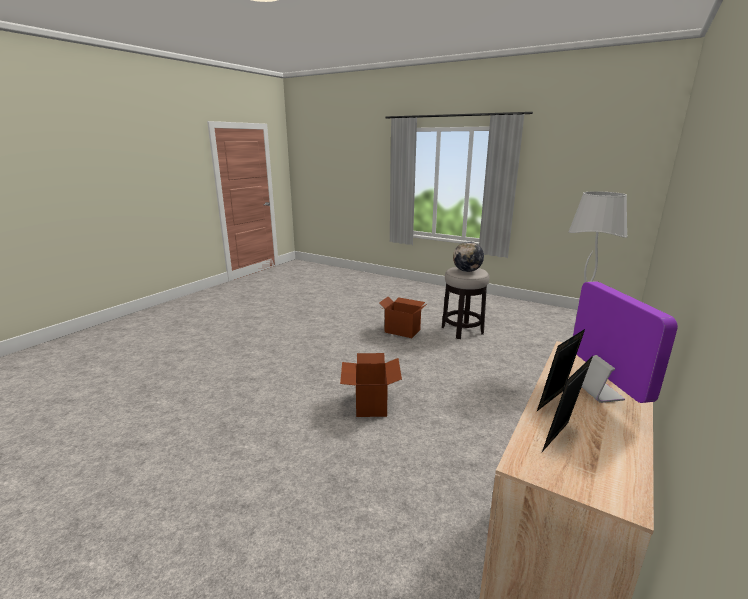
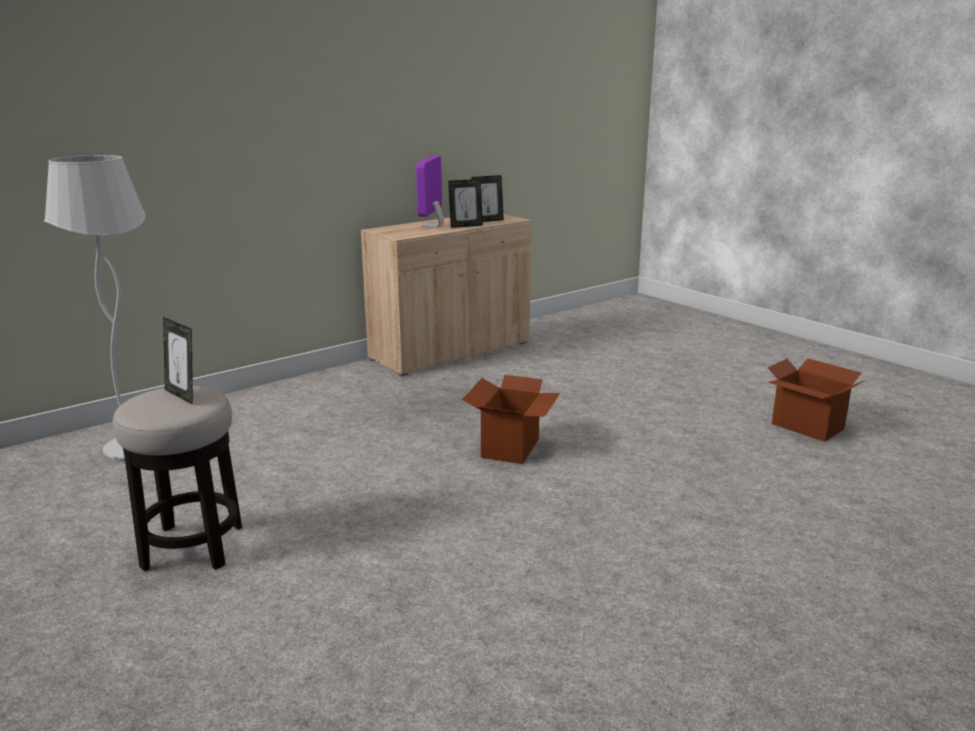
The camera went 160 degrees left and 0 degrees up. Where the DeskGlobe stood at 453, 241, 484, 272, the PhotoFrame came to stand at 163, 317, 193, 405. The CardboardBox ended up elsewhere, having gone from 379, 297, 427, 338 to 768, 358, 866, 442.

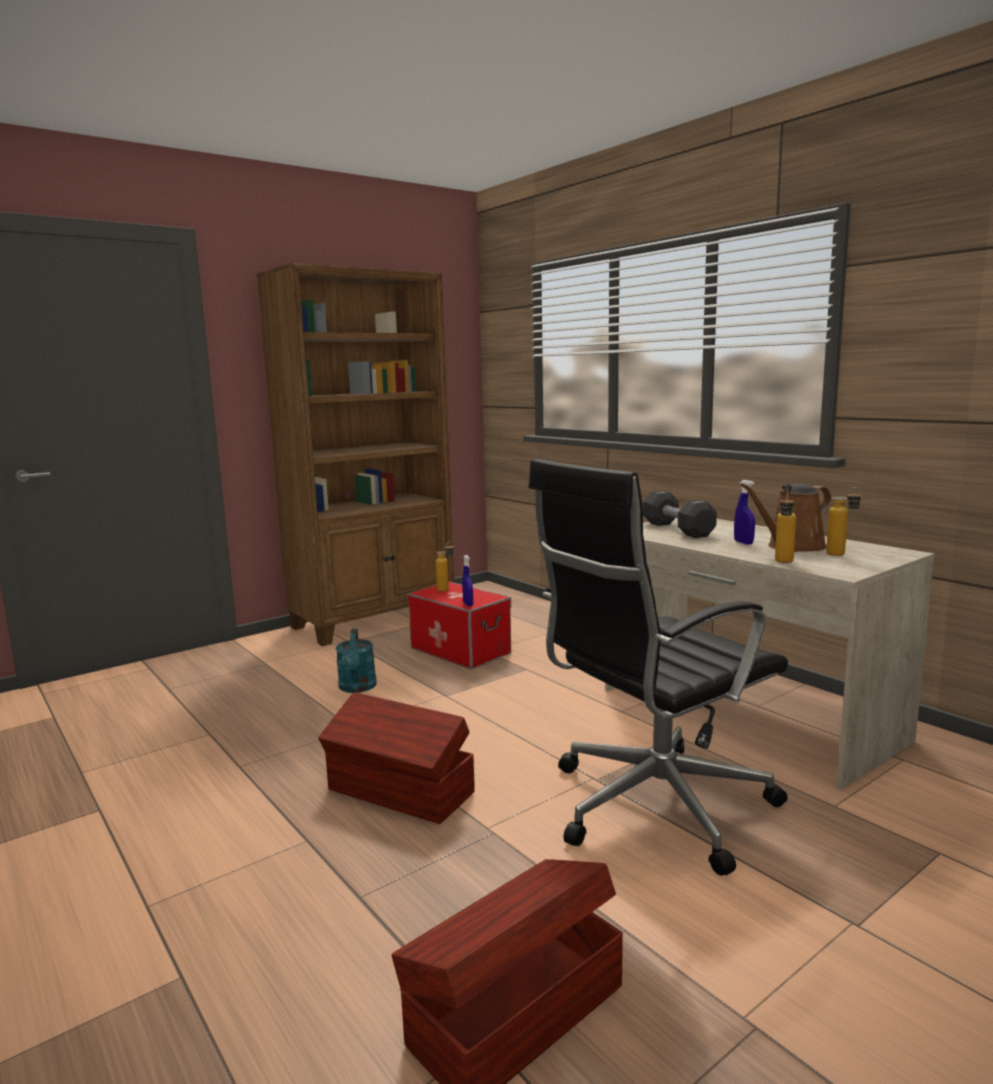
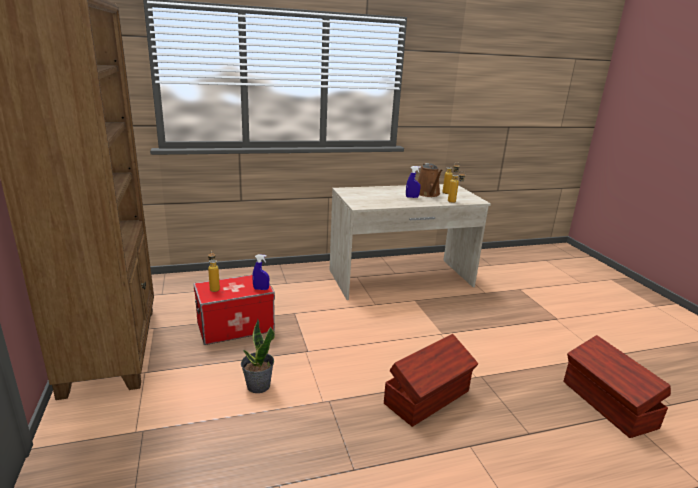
The camera went 70 degrees left and 10 degrees up. The second view lost the BlackOfficeChair at 528, 459, 788, 876. The second view lost the BlackFreeWeight at 643, 491, 717, 538. Where the TurquoiseSprinklingCan stood at 336, 629, 377, 693, the PottedPlant came to stand at 241, 319, 275, 393.

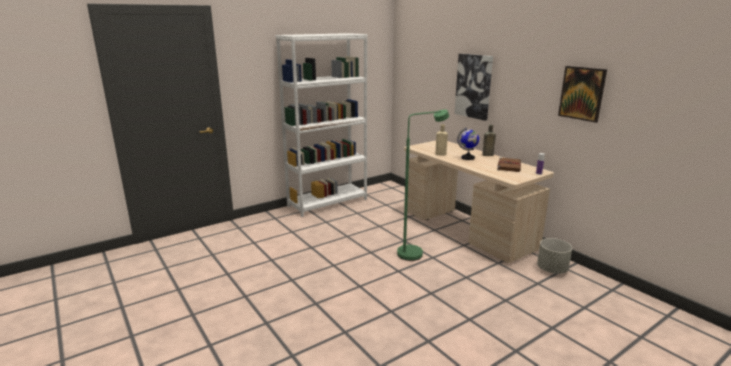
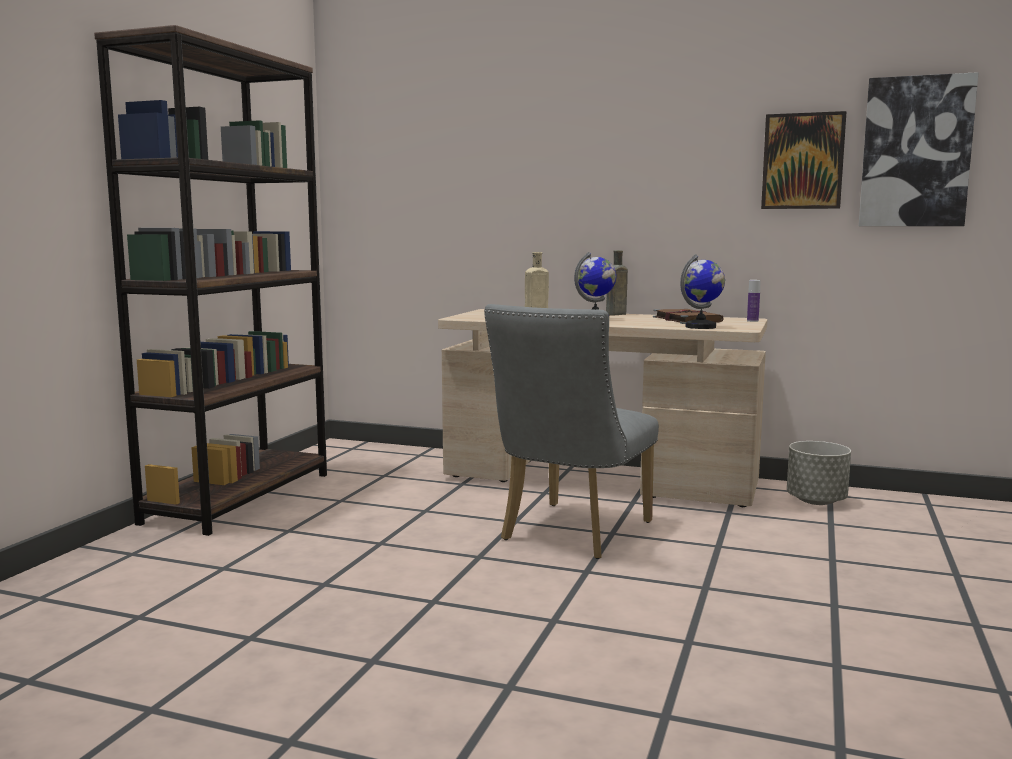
The camera went 35 degrees left and 10 degrees down. What was the WhiteColouredBookcase at 276, 33, 368, 217 turned into the BrownColouredBookcase at 94, 25, 327, 536. The WallArt ended up elsewhere, having gone from 454, 54, 493, 121 to 859, 72, 979, 226. Where the GreenFloorLamp stood at 397, 109, 449, 261, the GrayPlainChair came to stand at 484, 304, 659, 559. The second view gained the DeskGlobe at 680, 254, 725, 329.

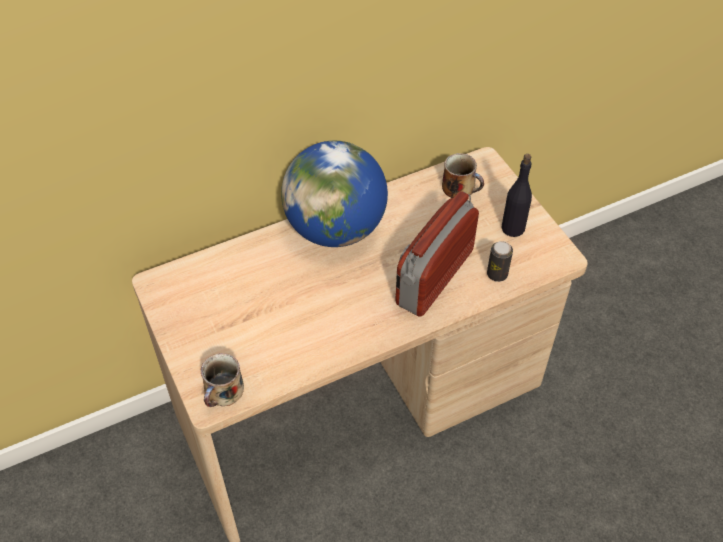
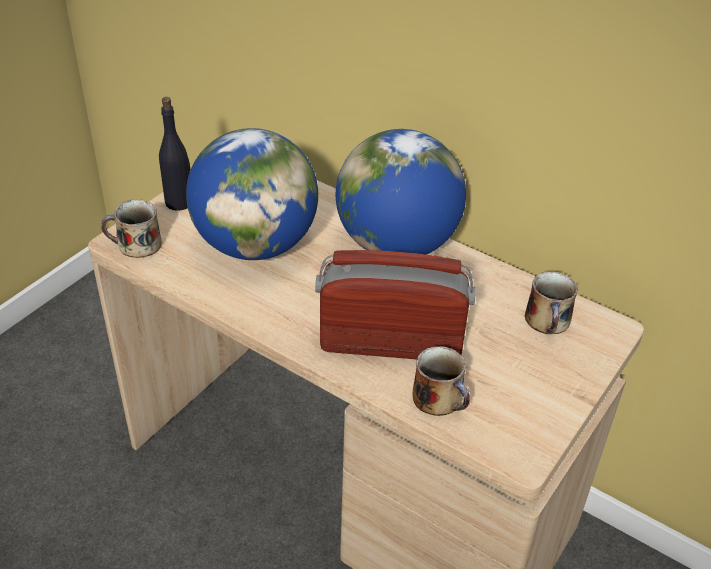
The camera went 60 degrees right and 10 degrees down. The BlackBeverageBottle ended up elsewhere, having gone from 502, 154, 532, 237 to 159, 97, 190, 211. Where the SealedCan stood at 487, 241, 513, 282, the Mug came to stand at 412, 346, 470, 416. The second view gained the DeskGlobe at 186, 128, 318, 260.

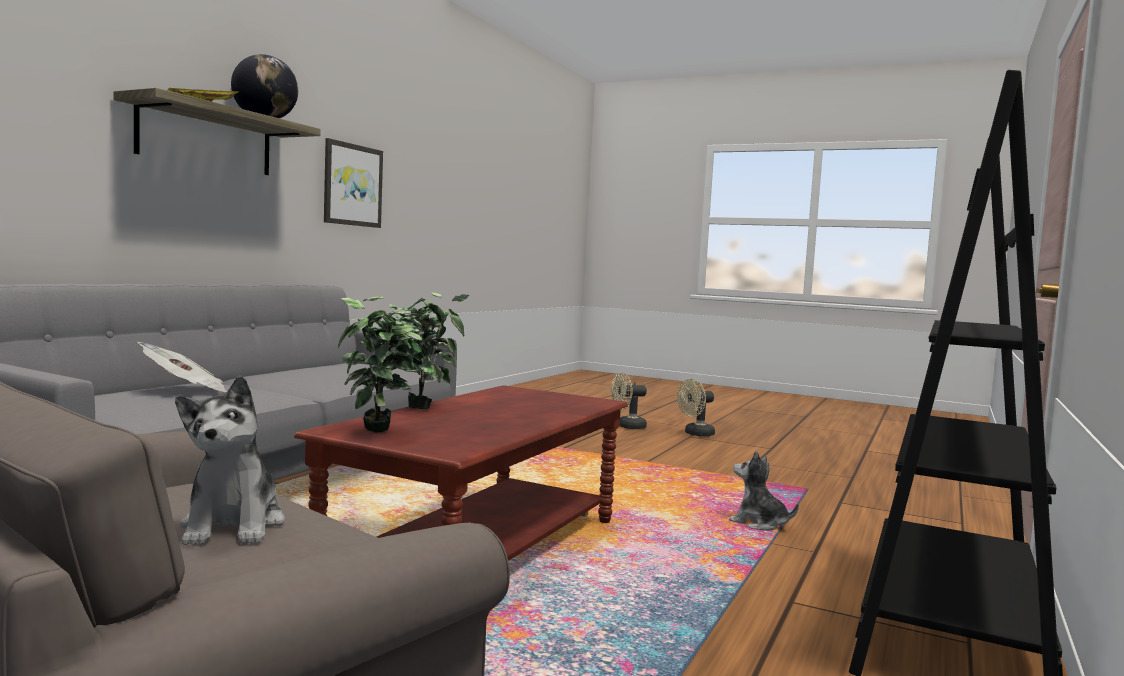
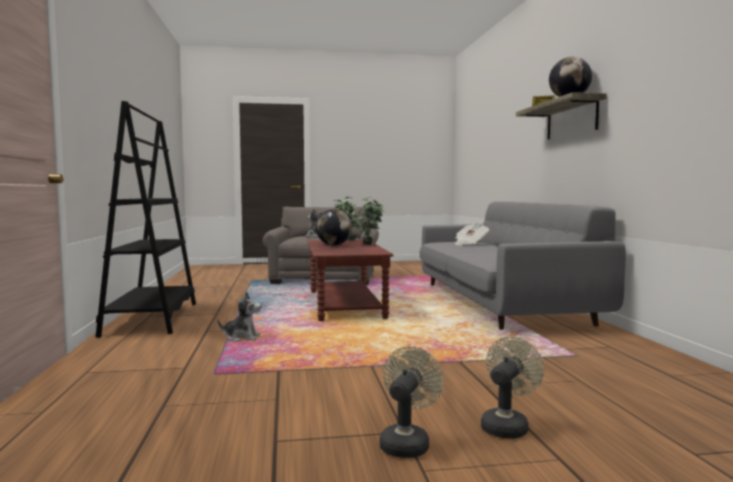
The camera went 145 degrees right and 0 degrees up. The second view lost the WallArt at 324, 138, 383, 228. The second view gained the DeskGlobe at 316, 209, 352, 245.

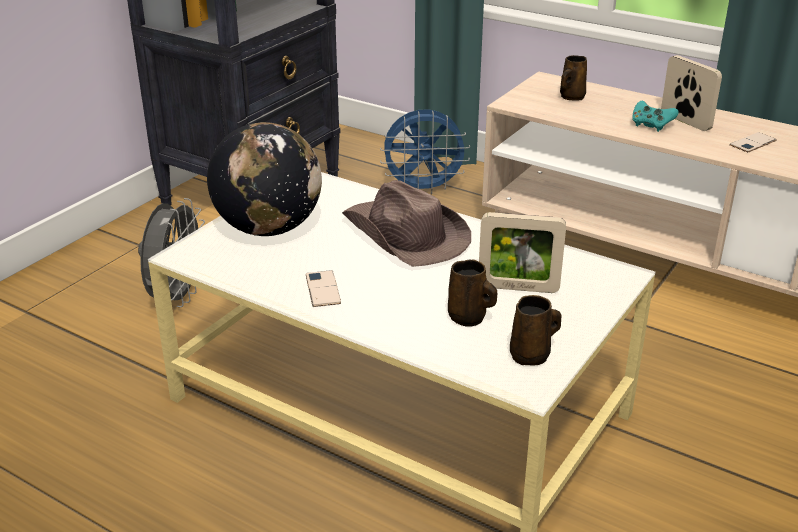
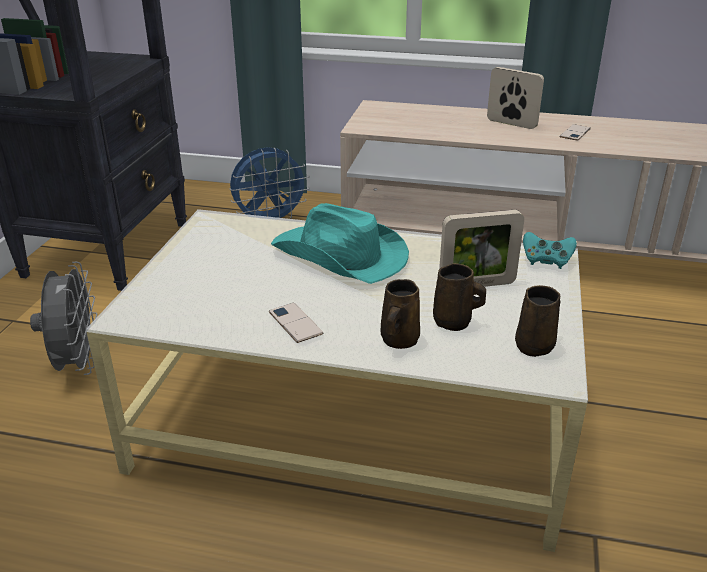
The camera went 20 degrees left and 0 degrees up. The BrownColouredMug ended up elsewhere, having gone from 560, 55, 587, 101 to 380, 279, 420, 349. The TurquoiseJoypad ended up elsewhere, having gone from 632, 101, 679, 132 to 523, 232, 577, 269. The second view lost the DeskGlobe at 207, 122, 322, 236. What was the BrownColouredWearableHat at 342, 180, 471, 267 turned into the TurquoiseWearableHat at 271, 203, 409, 284.

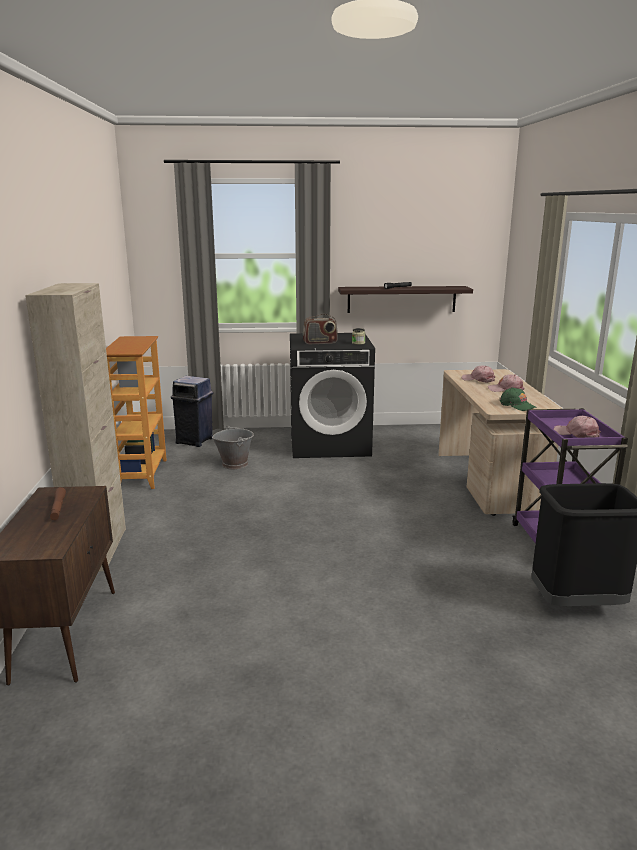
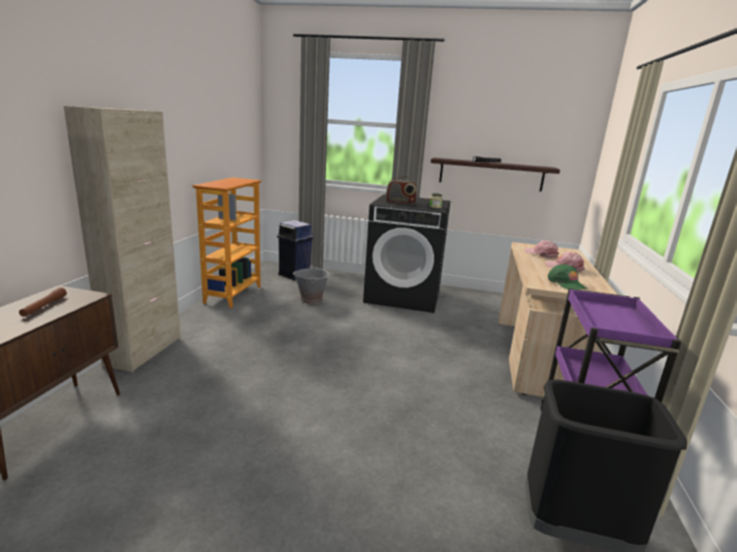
The camera went 15 degrees right and 0 degrees up. The second view lost the PinkPeakedCap at 554, 416, 601, 438.

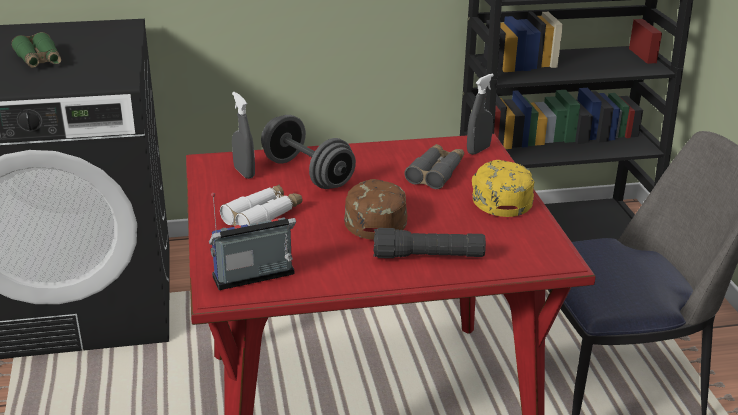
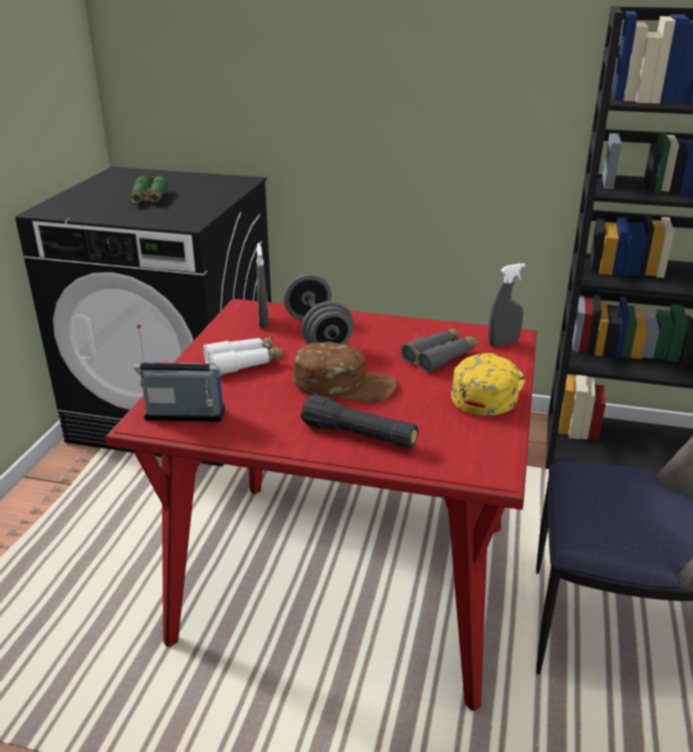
The camera went 25 degrees right and 0 degrees up. The BrownColouredPeakedCap at 344, 179, 407, 240 ended up facing another way, 75 degrees clockwise from before.

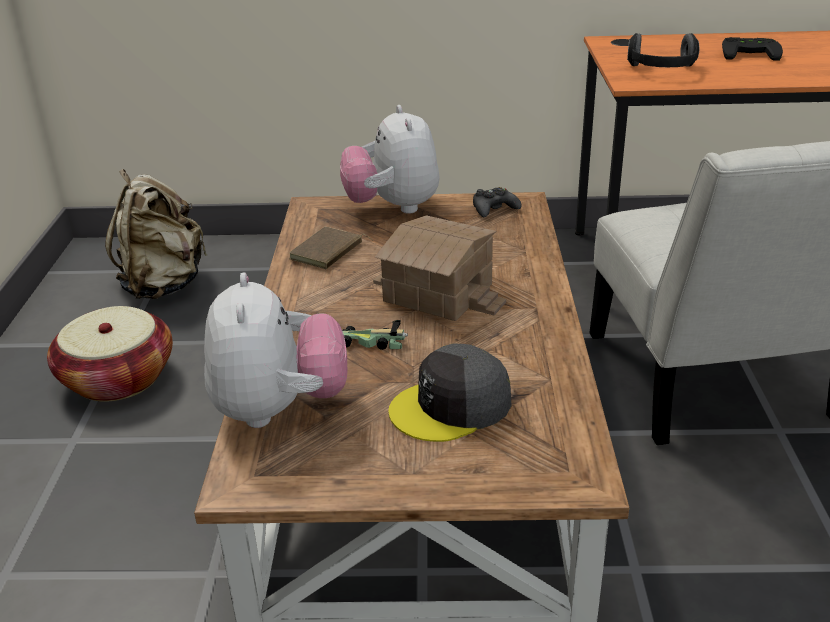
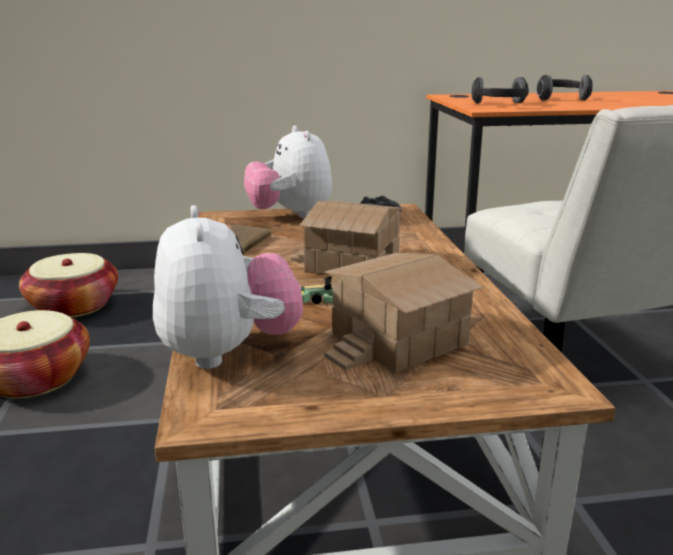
The camera went 10 degrees left and 10 degrees down. Where the BlackJoypad stood at 722, 37, 783, 61, the Headphones came to stand at 536, 75, 593, 101. Where the BeigeBackpack stood at 105, 169, 207, 299, the StorageBasket came to stand at 19, 253, 118, 318. Where the GrayPeakedCap stood at 388, 344, 511, 442, the ToyHouse came to stand at 324, 253, 483, 373.

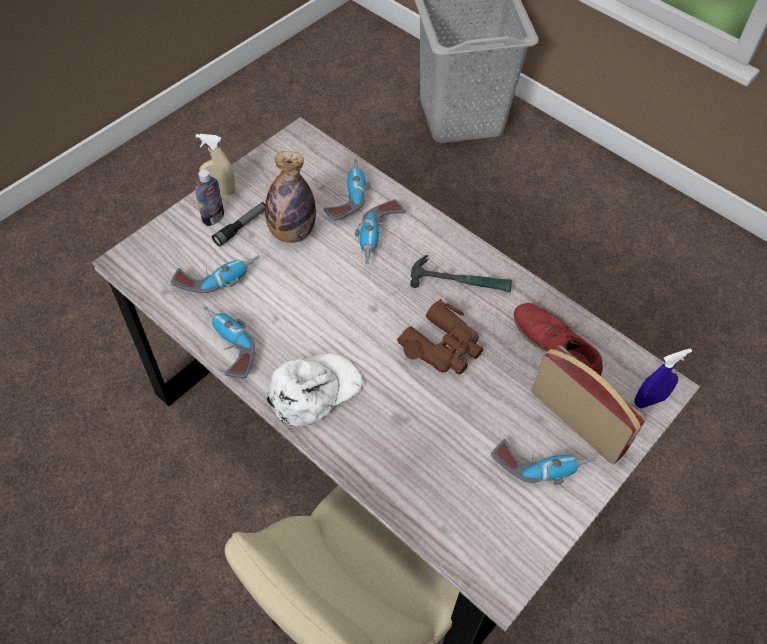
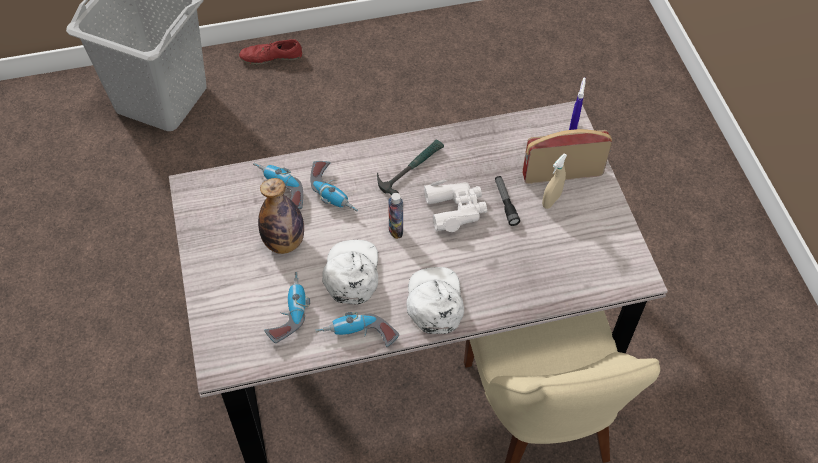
The camera went 55 degrees left and 0 degrees up. The BeigeHandSprayer ended up elsewhere, having gone from 196, 134, 236, 195 to 542, 154, 567, 209. The BeverageBottle ended up elsewhere, having gone from 195, 170, 224, 226 to 388, 193, 403, 239. The Flashlight ended up elsewhere, having gone from 212, 202, 265, 247 to 495, 176, 520, 226. What was the BrownColouredFieldGlasses at 397, 299, 484, 374 turned into the WhiteColouredFieldGlasses at 424, 179, 487, 232. The RedColouredShoe ended up elsewhere, having gone from 514, 303, 603, 376 to 239, 39, 302, 65. The second view lost the PowerDrill at 491, 439, 596, 485. The second view gained the WhiteColouredPeakedCap at 322, 240, 378, 304.

